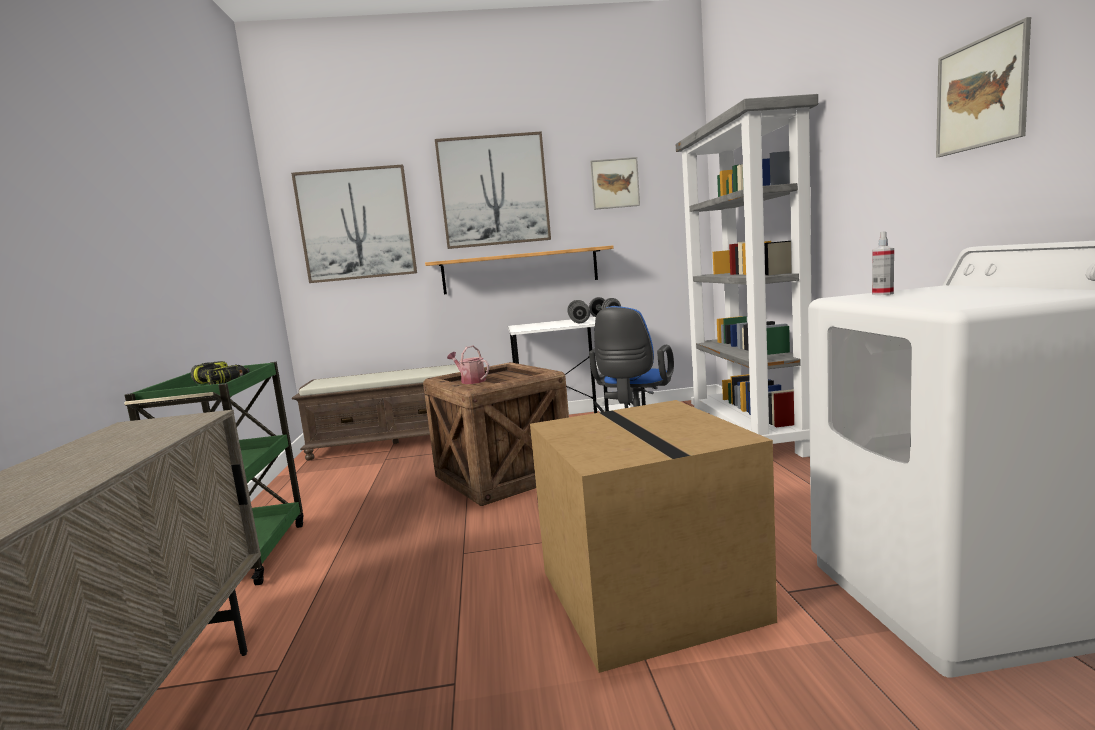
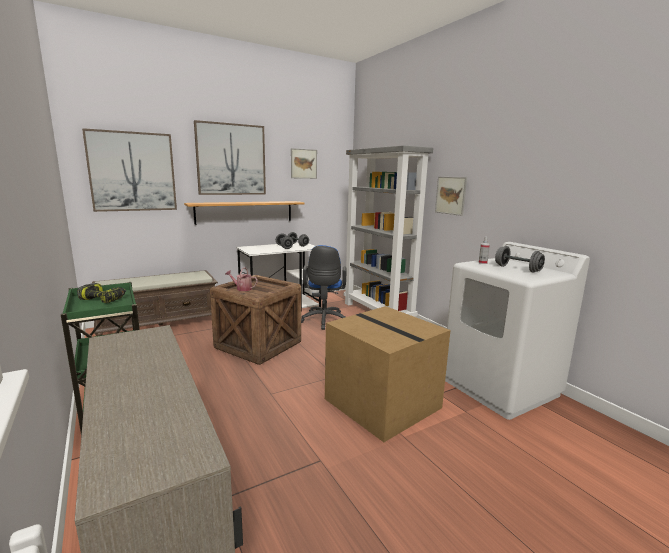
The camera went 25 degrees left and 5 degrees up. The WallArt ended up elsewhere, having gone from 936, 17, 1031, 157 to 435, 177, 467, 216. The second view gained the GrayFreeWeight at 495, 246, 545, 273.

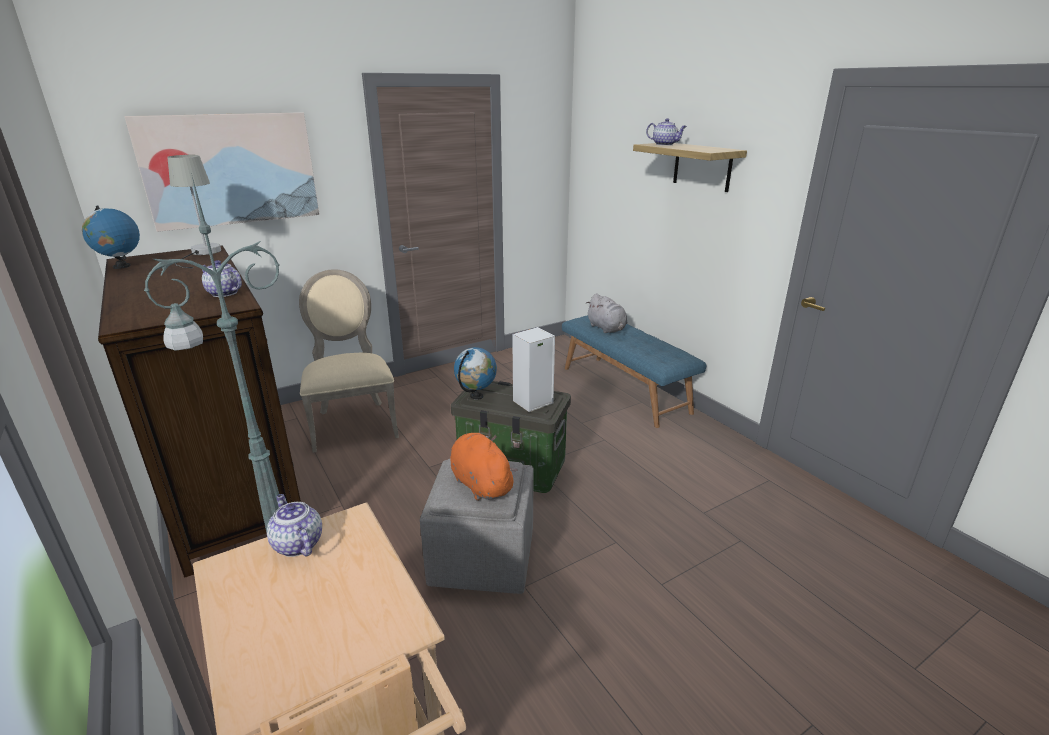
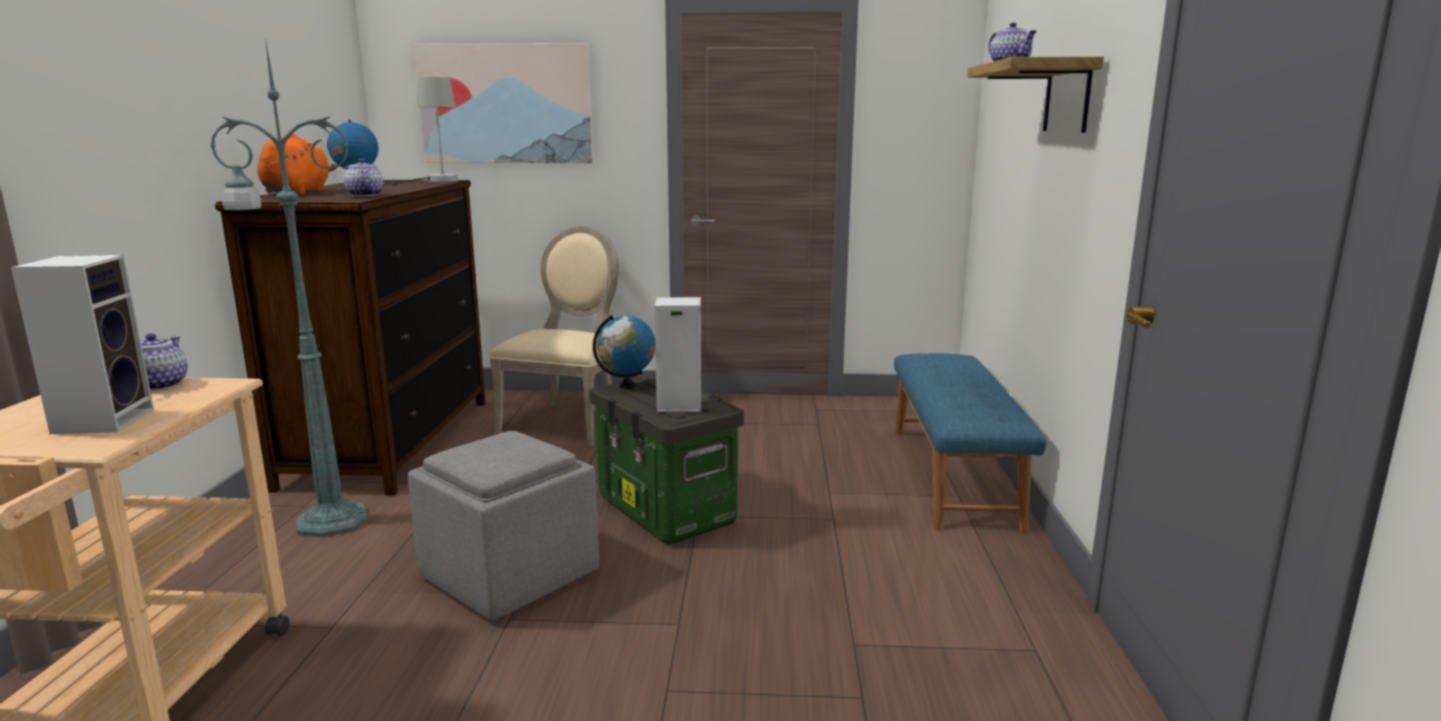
The camera went 35 degrees right and 10 degrees down. The second view lost the GrayPlushToy at 586, 293, 628, 333. The OrangePlushToy ended up elsewhere, having gone from 450, 433, 518, 501 to 257, 134, 337, 195. The second view gained the Loudspeaker at 11, 255, 154, 434.

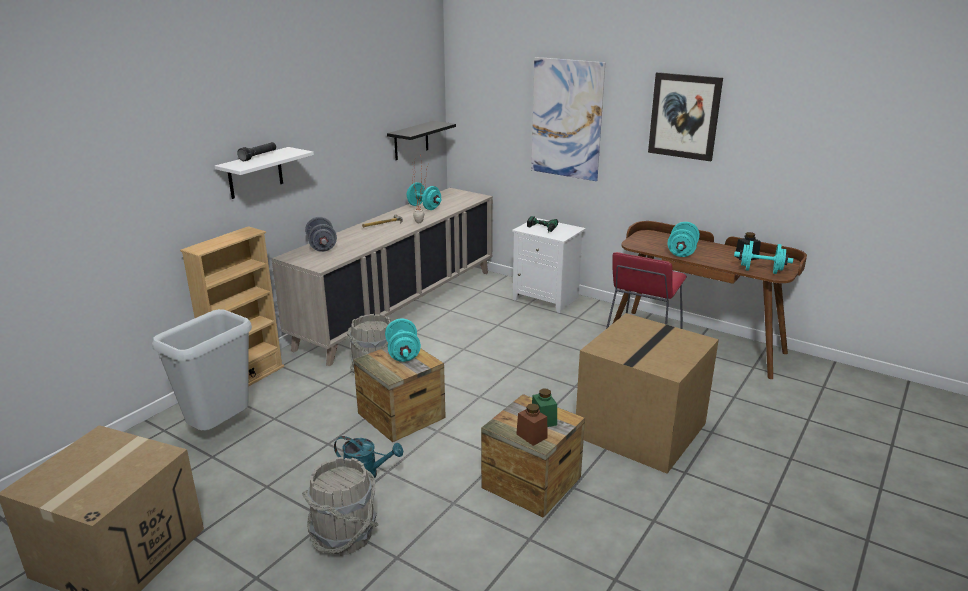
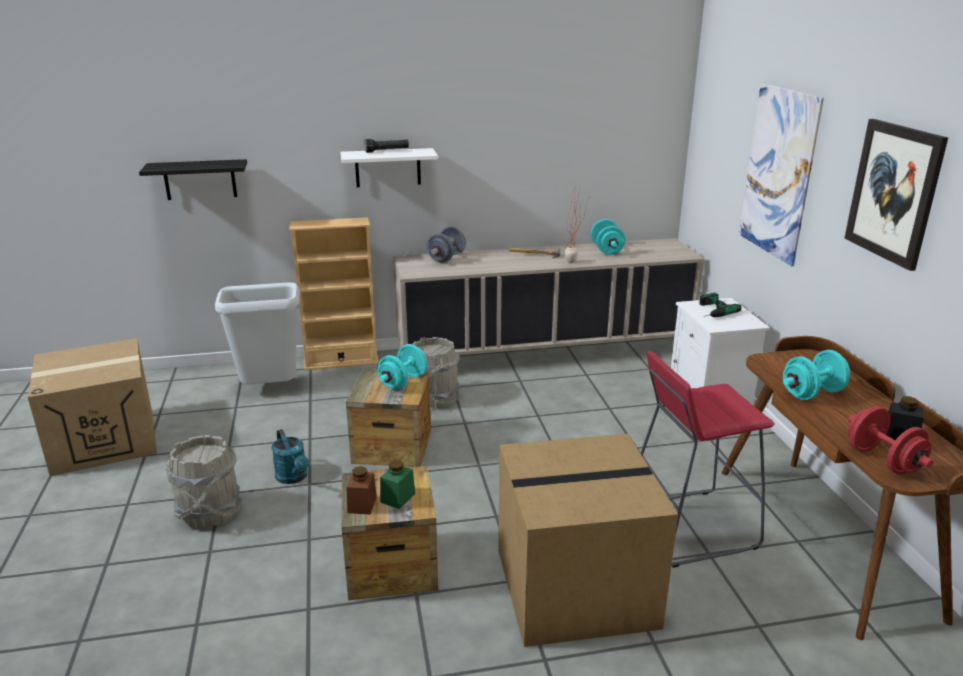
The camera went 45 degrees right and 0 degrees up. The BlackWallShelf ended up elsewhere, having gone from 387, 121, 456, 160 to 139, 159, 247, 200. What was the TurquoiseFreeWeight at 734, 241, 793, 274 turned into the RedColouredFreeWeight at 848, 406, 933, 475.

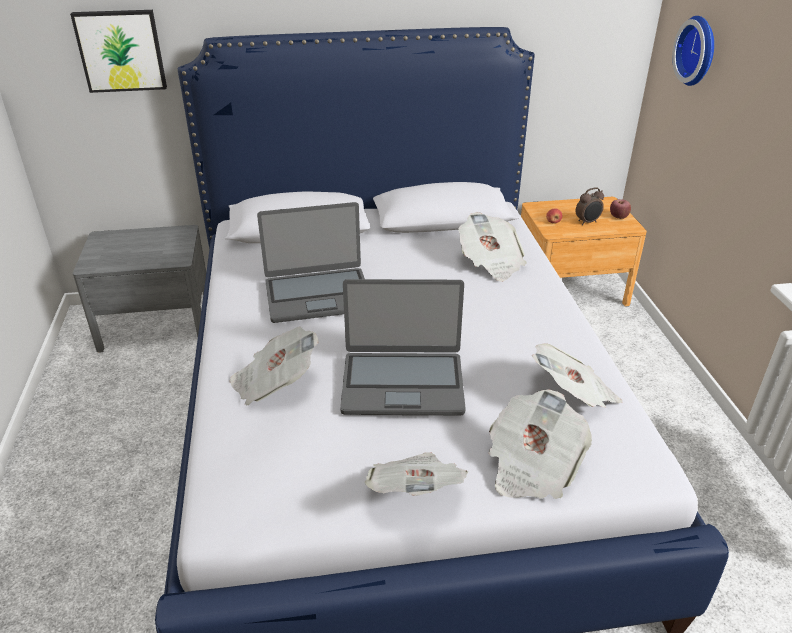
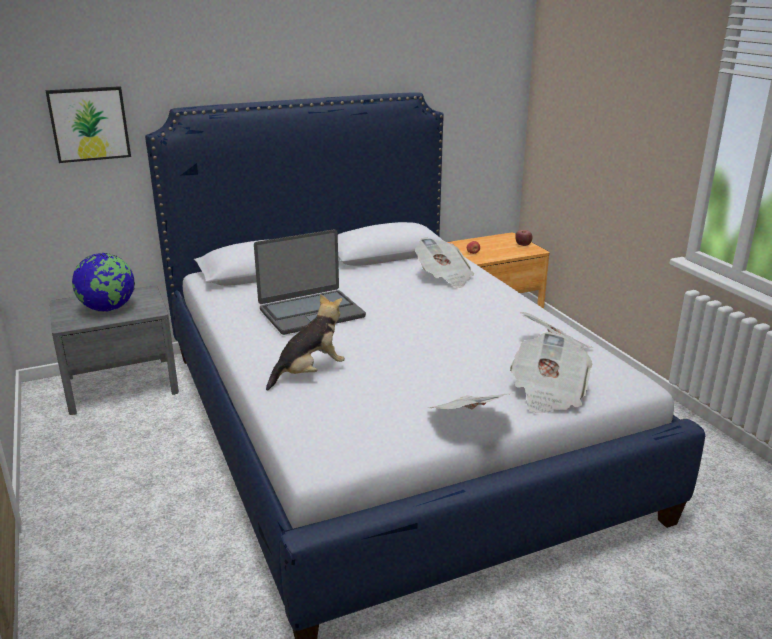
The camera went 15 degrees left and 10 degrees down. The second view lost the WallClock at 672, 16, 714, 86. The second view lost the TableClock at 576, 187, 604, 225. The second view lost the PortableComputer at 340, 279, 466, 415. Where the DailyPaper stood at 229, 326, 319, 406, the PlushToy came to stand at 266, 294, 345, 391. The second view gained the DeskGlobe at 72, 253, 135, 312.

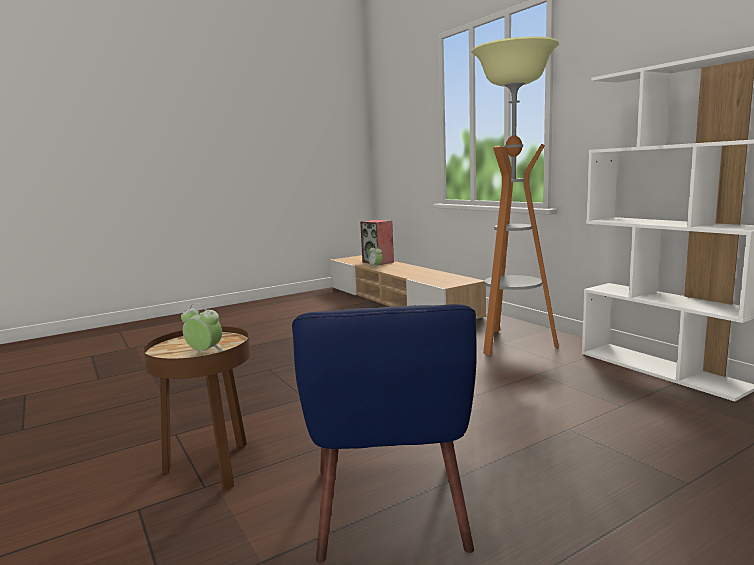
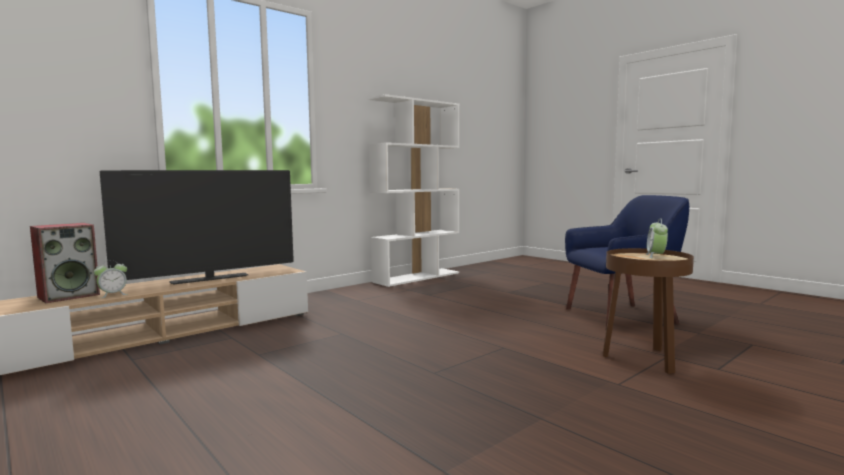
The camera went 100 degrees left and 5 degrees down. The second view lost the FloorLamp at 471, 36, 559, 355. The second view gained the Television at 100, 170, 294, 284.

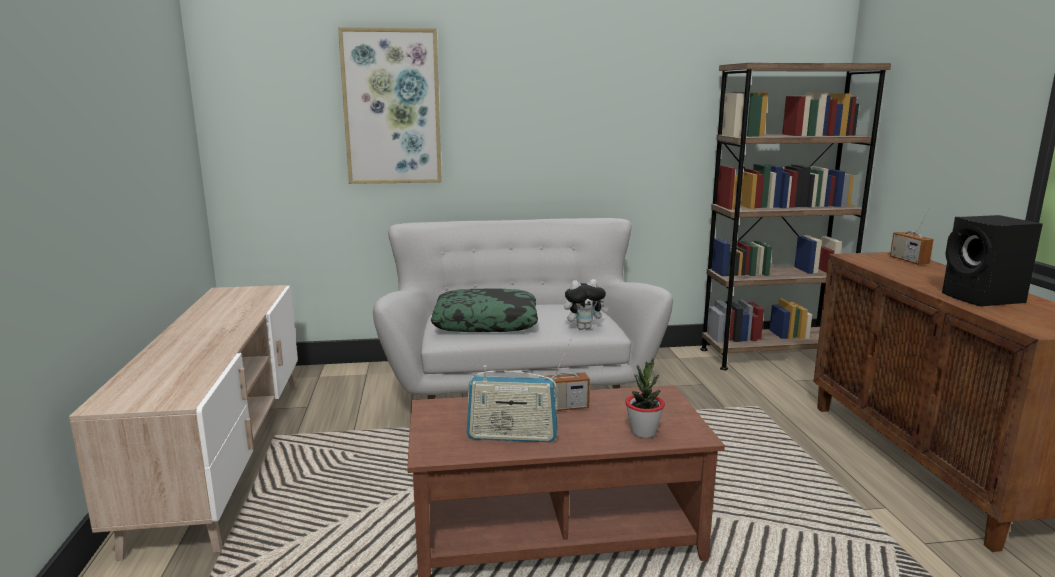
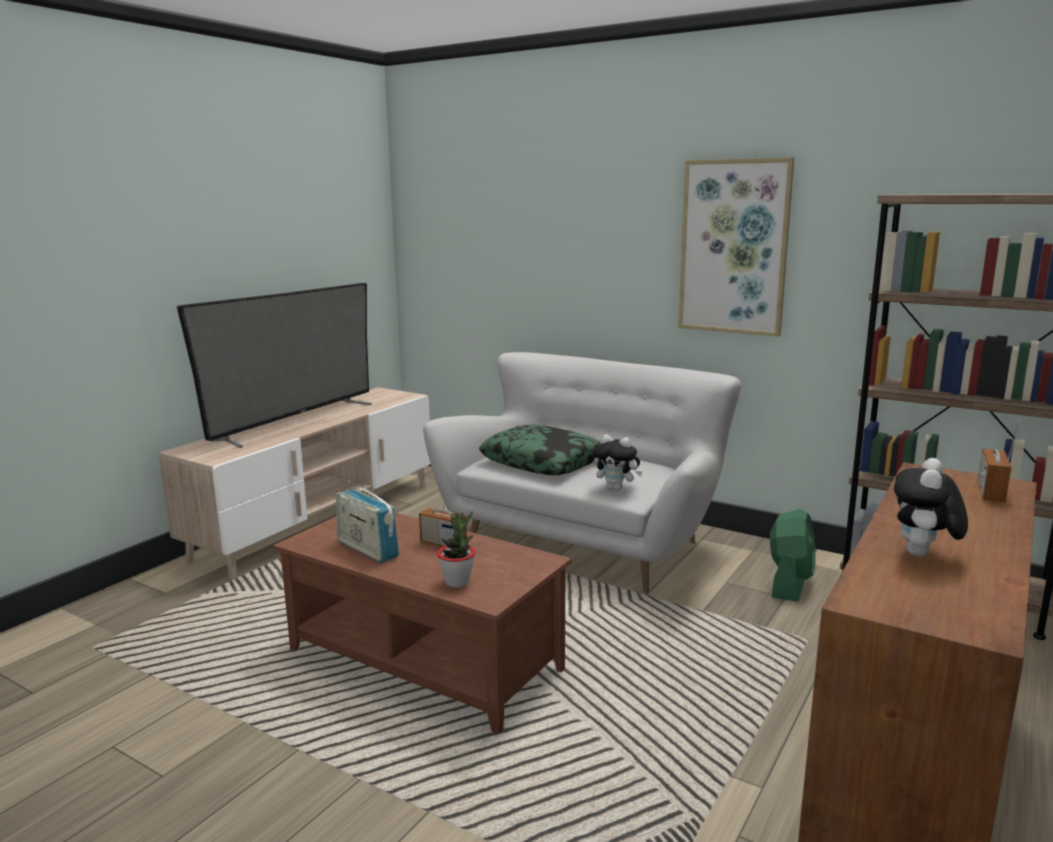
The camera went 40 degrees right and 0 degrees up. The WallArt ended up elsewhere, having gone from 338, 27, 442, 184 to 678, 157, 794, 337. Where the BlackLoudspeaker stood at 942, 215, 1043, 307, the PlushToy came to stand at 894, 458, 968, 556. The second view gained the Television at 177, 283, 371, 448. The second view gained the GreenFan at 770, 509, 816, 602.

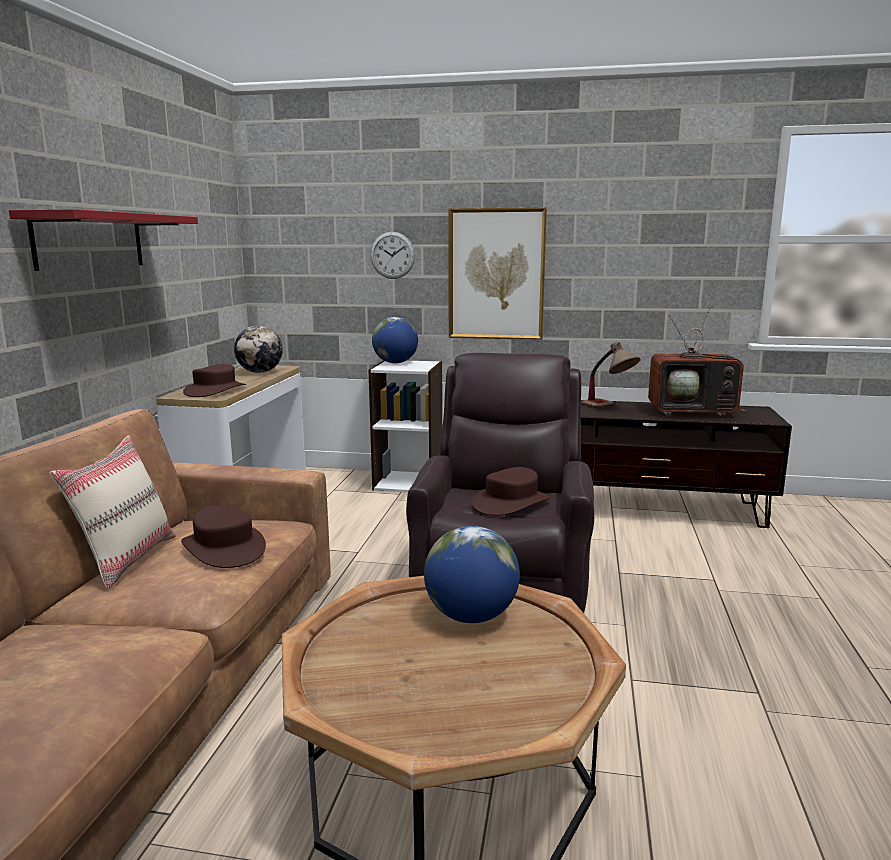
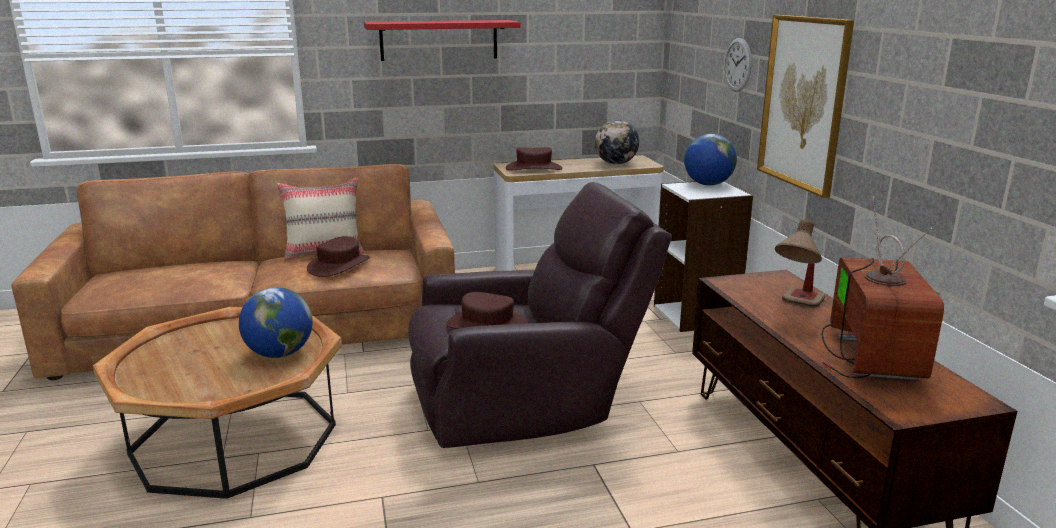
The camera went 65 degrees right and 5 degrees up. The Television at 648, 306, 745, 416 ended up facing another way, 150 degrees counterclockwise from before.

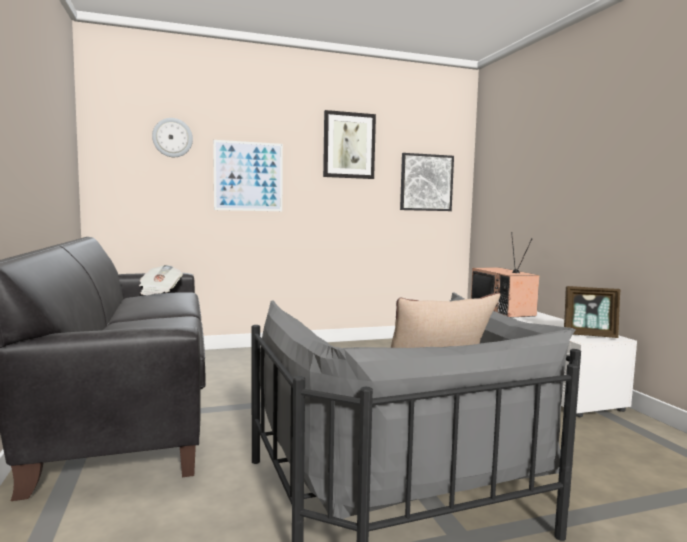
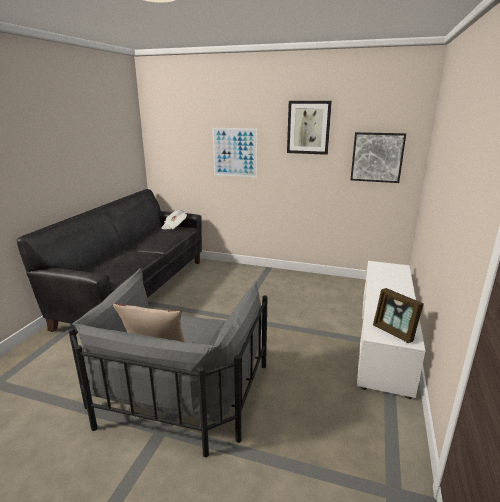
The camera went 35 degrees right and 15 degrees up. The second view lost the WallClock at 152, 118, 193, 157. The second view lost the Television at 471, 232, 539, 317.

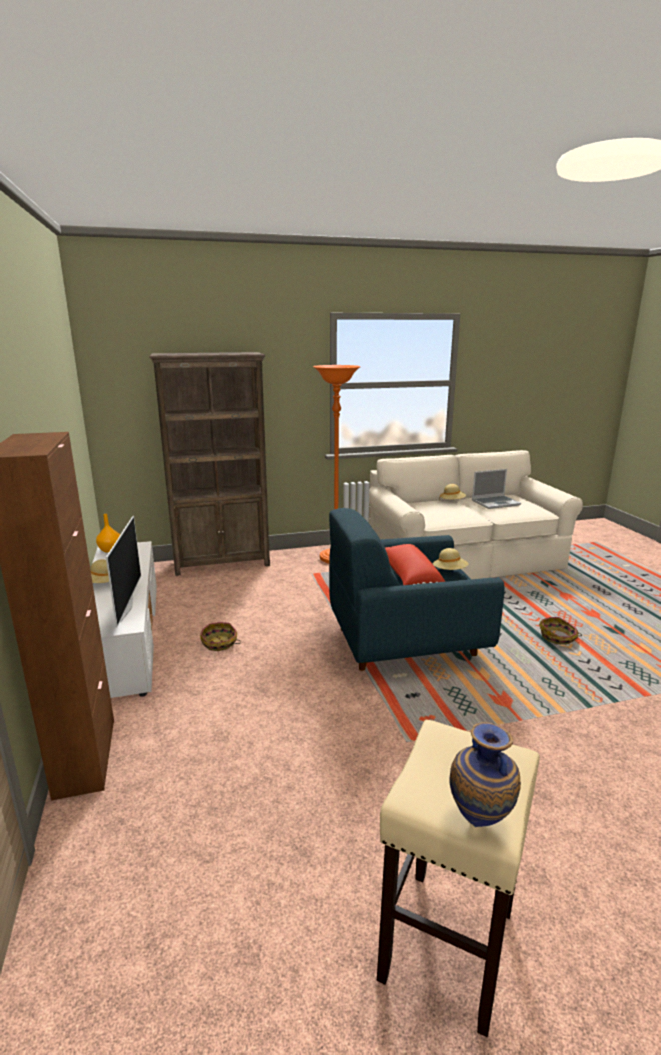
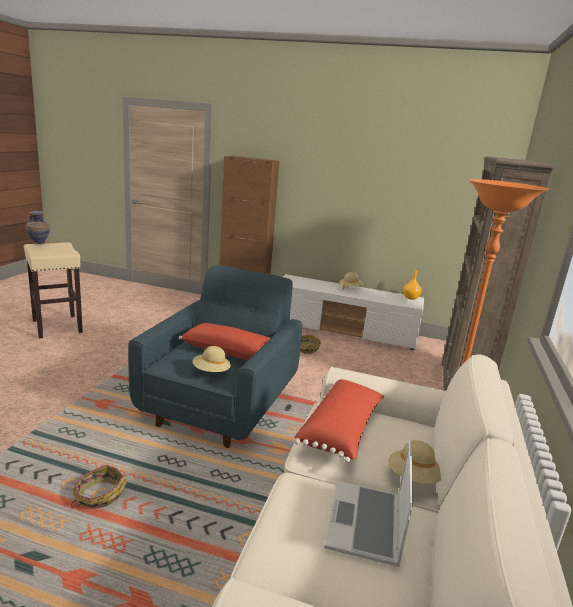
The camera went 120 degrees right and 0 degrees up. The second view lost the Television at 106, 516, 141, 628. The second view gained the RedColouredCushion at 294, 379, 384, 463.

